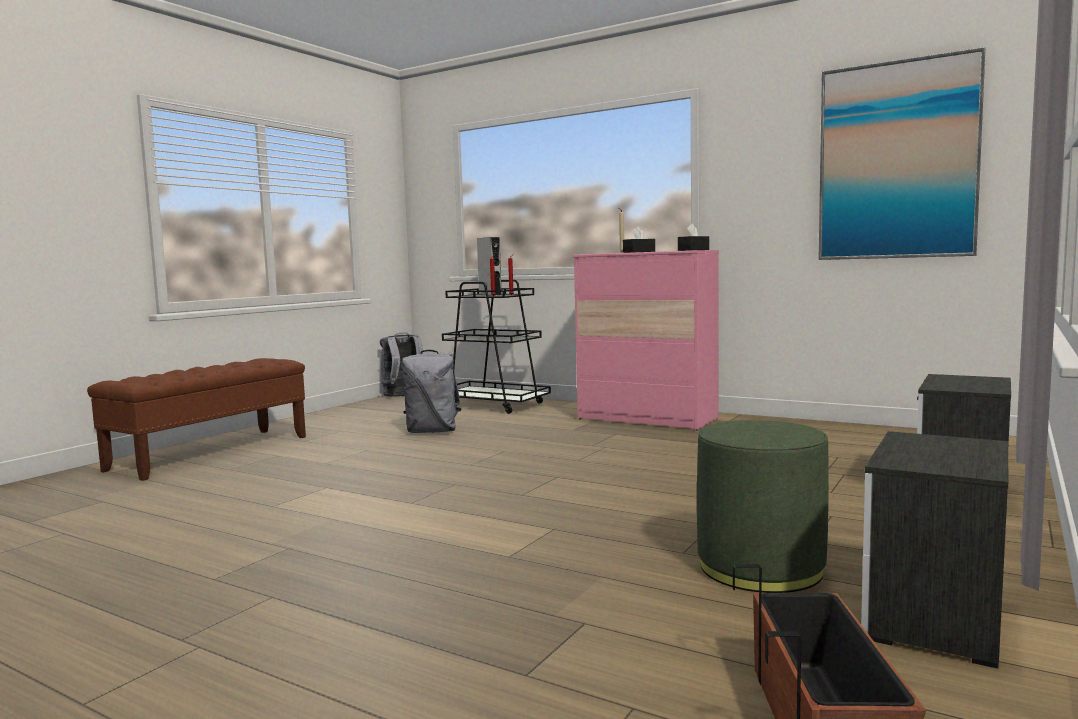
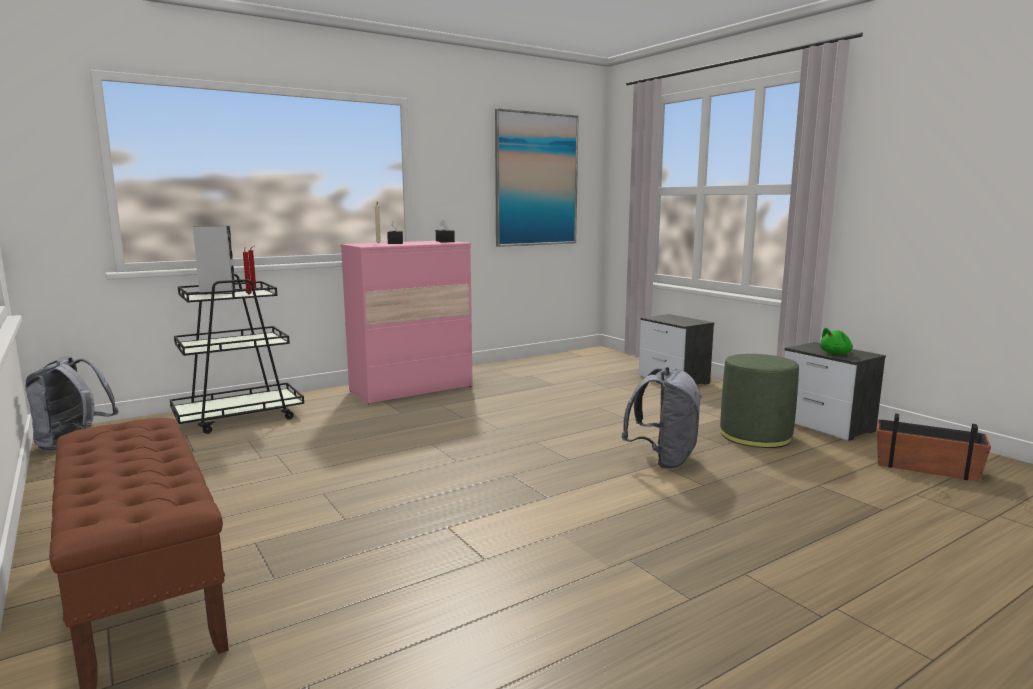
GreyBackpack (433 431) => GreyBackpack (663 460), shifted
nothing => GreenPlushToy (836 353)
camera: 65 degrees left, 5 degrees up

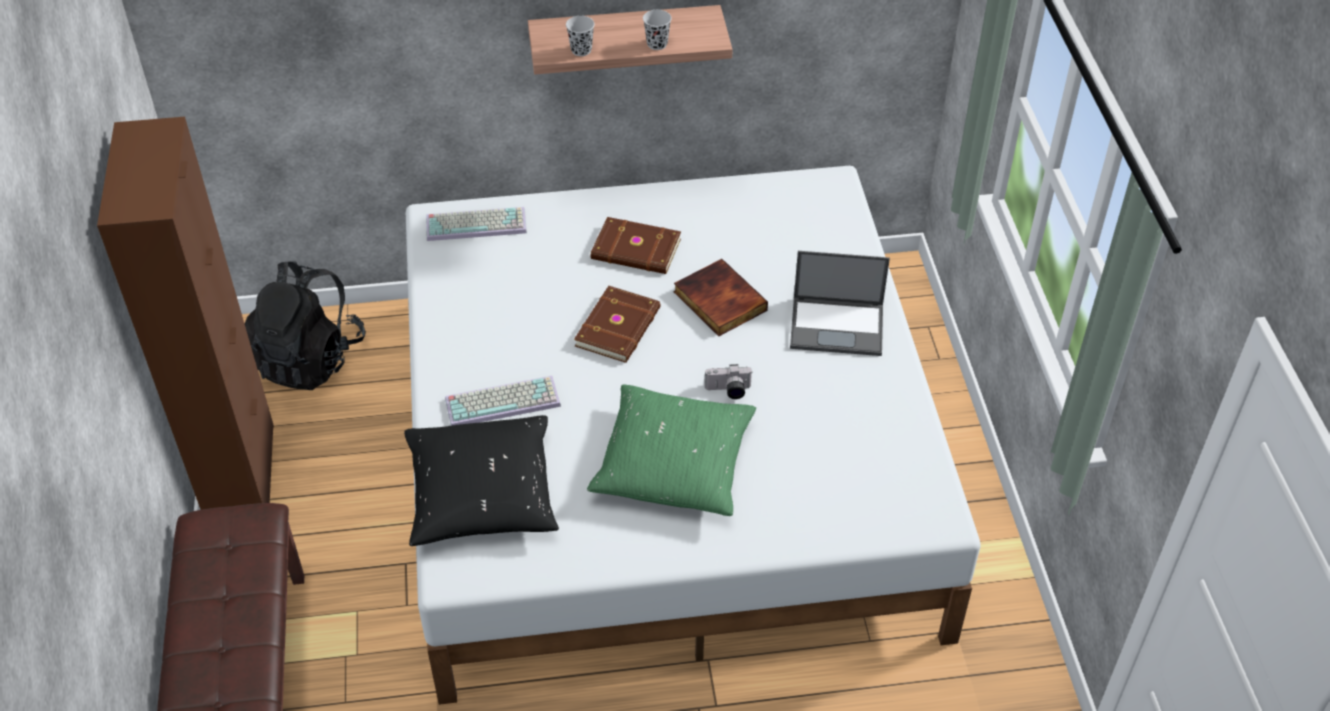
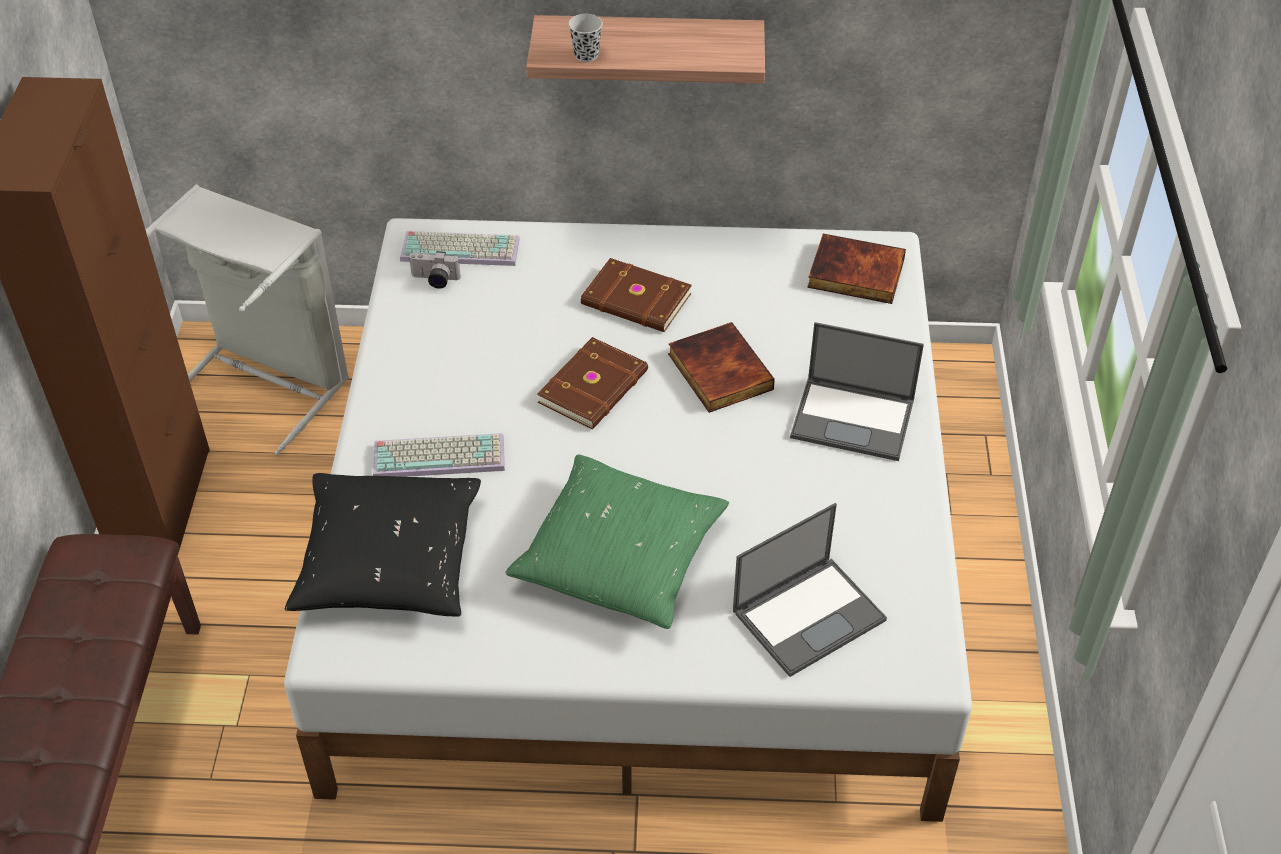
BlackBackpack (309 359) => GreyLaundryBasket (267 381)
PhotoCamera (728 391) => PhotoCamera (434 280), shifted
nothing => Laptop (810 614)
nothing => Book (855 274)
BlackCup (657 44) => nothing
camera: 10 degrees right, 0 degrees up

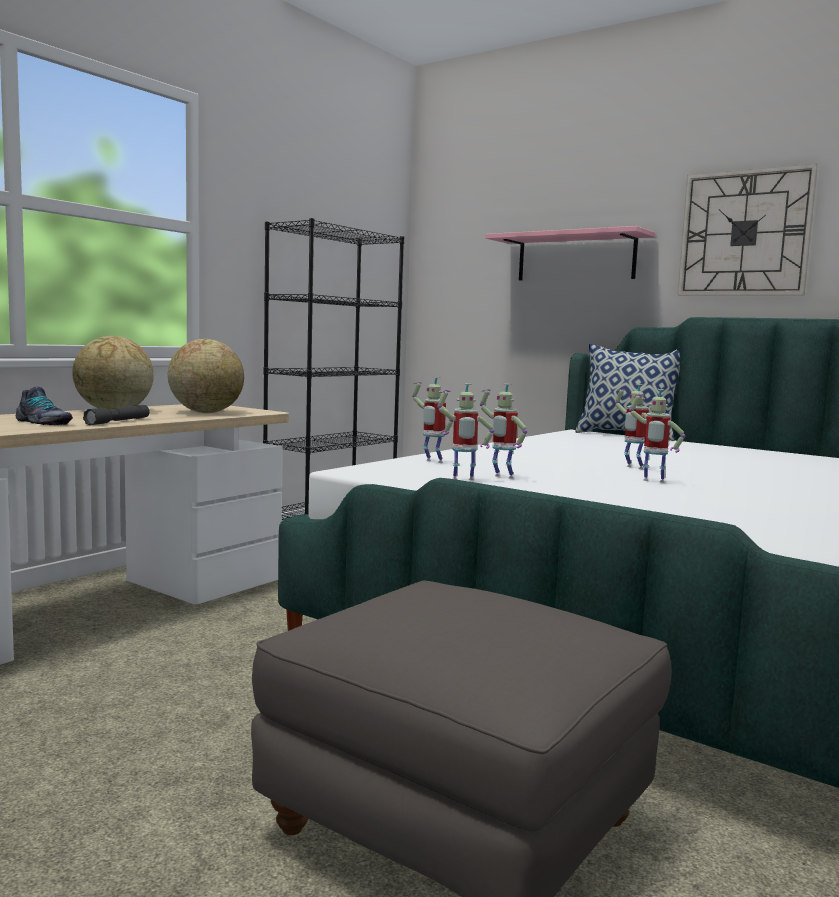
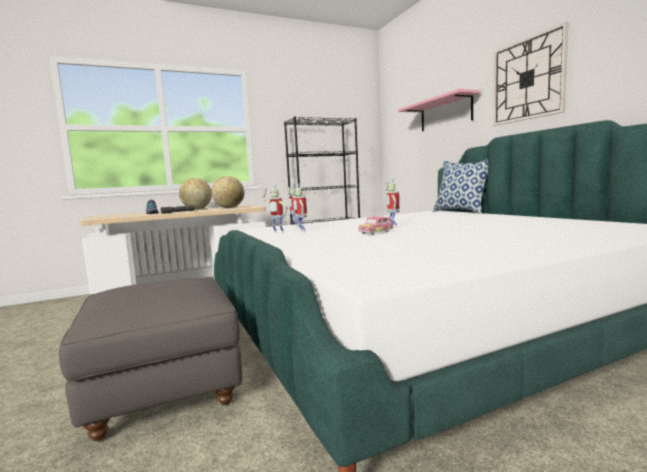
ToyRobot (652 481) => ToyCar (376 233)
camera: 30 degrees right, 0 degrees up

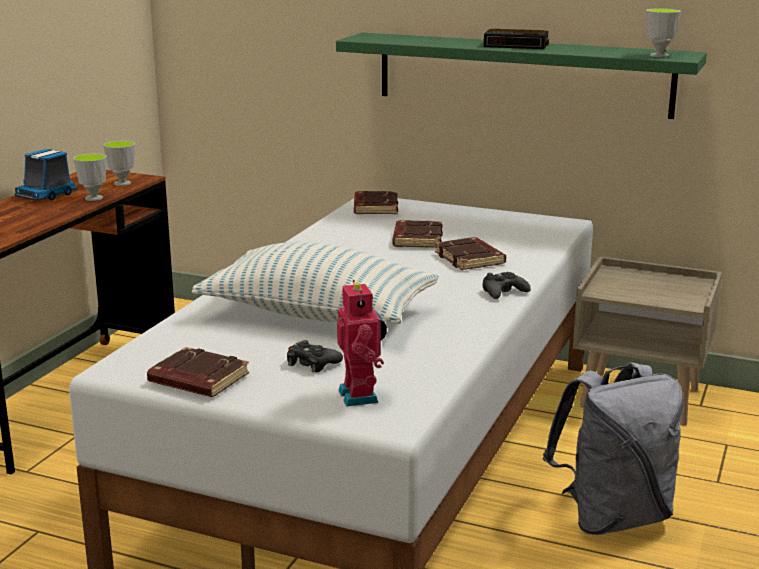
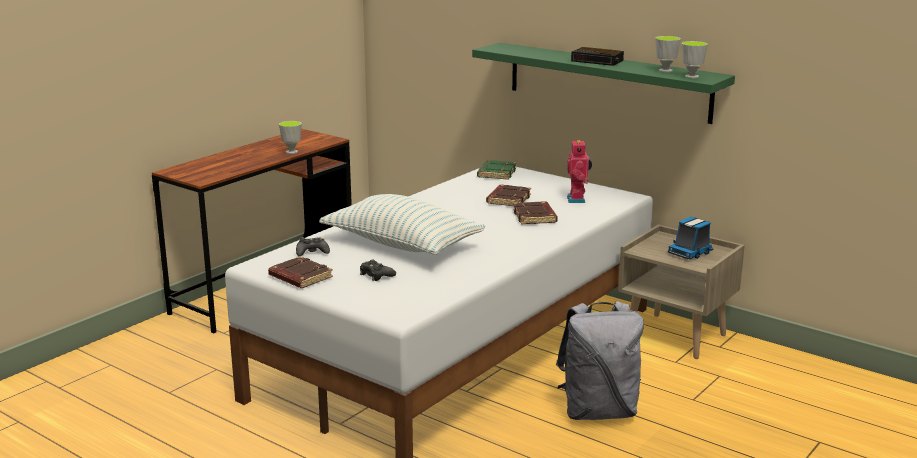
BlackGameController (503 292) => BlackGameController (312 252), shifted
BrownBook (374 208) => GreenBook (496 173)
ToyRobot (361 396) => ToyRobot (578 199), shifted
Cup (122 183) => Cup (665 70), shifted
ToyTruck (47 195) => ToyTruck (690 253), shifted
camera: 15 degrees right, 0 degrees up

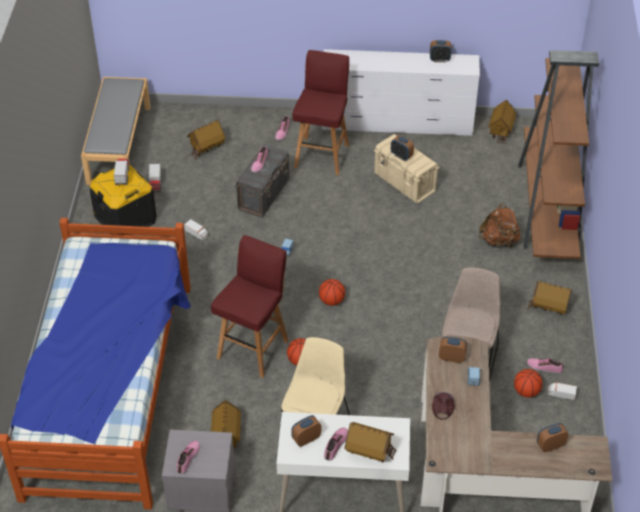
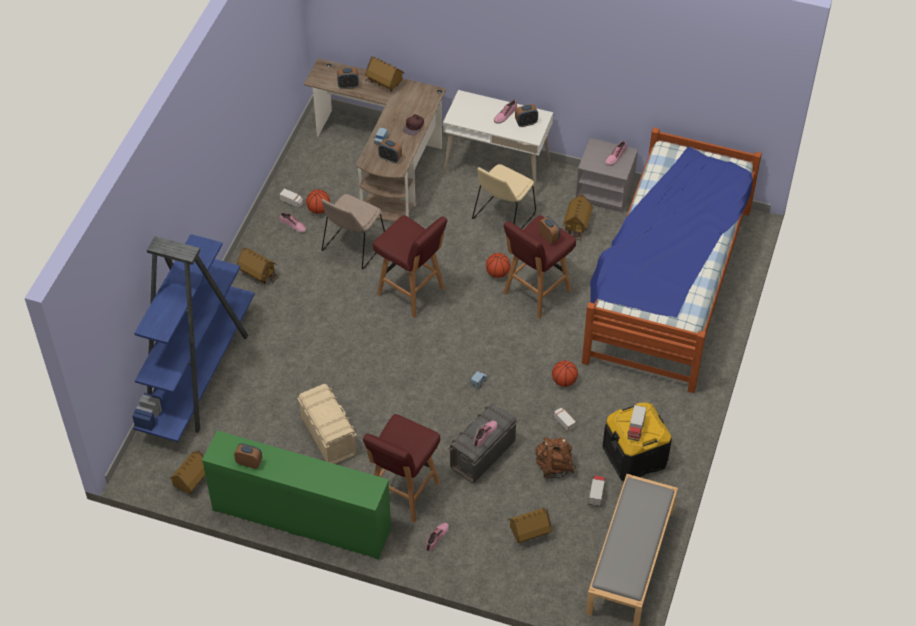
BrownBookcase (548 208) => BlueBookcase (198 374)
WhiteDresser (397 123) => GreenDresser (301 519)
ToyHouse (369 452) => ToyHouse (384 84), shifted
nothing => RedStool (412 292)
BrownBackpack (499 241) => BrownBackpack (554 466), shifted
AlarmClock (401 156) => AlarmClock (548 237), shifted
Basketball (331 301) => Basketball (564 381), shifted
camera: 165 degrees left, 5 degrees up

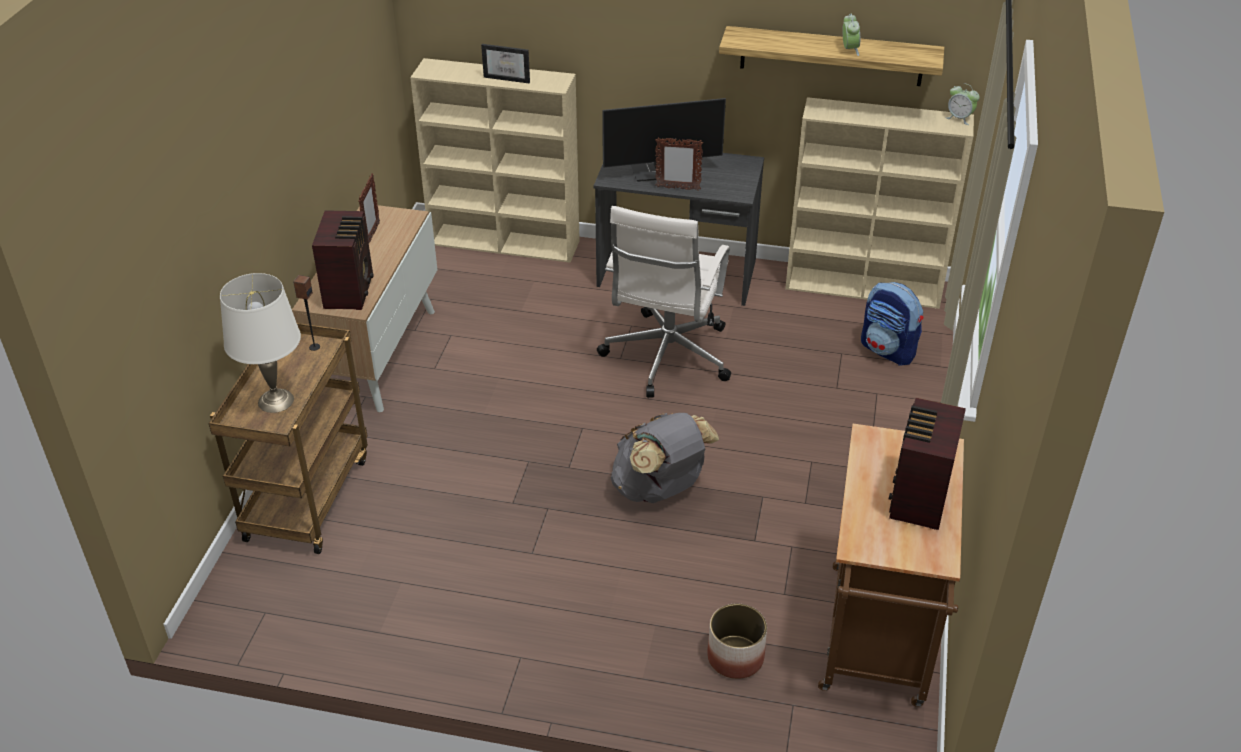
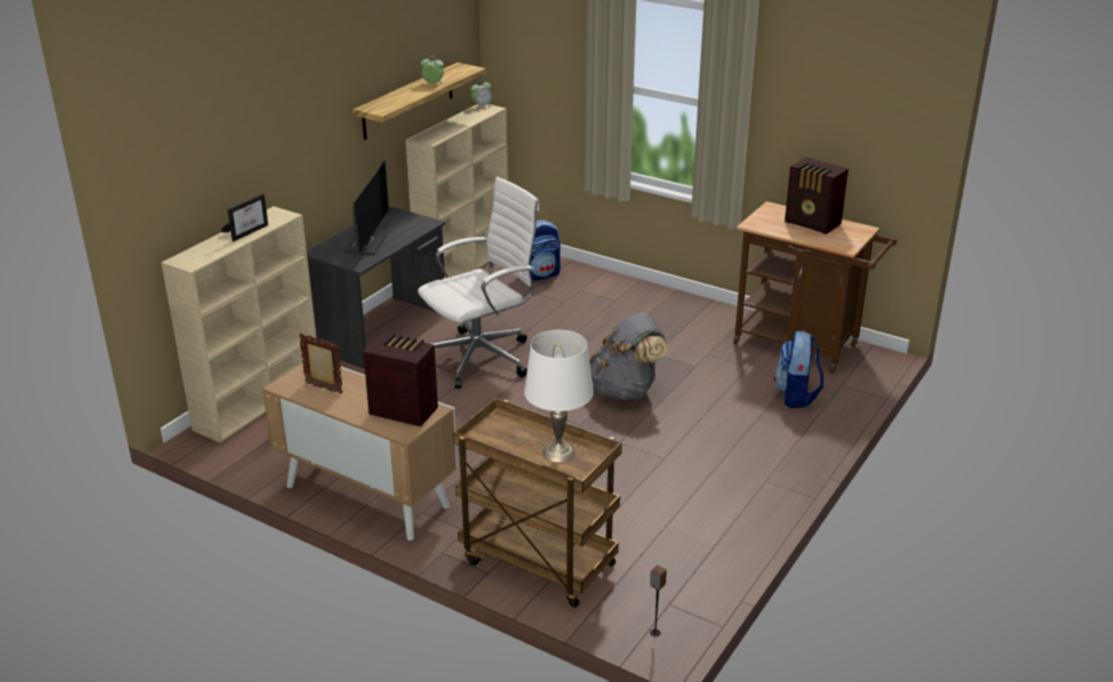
WhiteOfficeChair (666 357) => WhiteOfficeChair (482 357), 75 degrees counterclockwise
Speaker (314 347) => Speaker (655 633), shifted
Planter (735 657) => Backpack (797 396)
PictureFrame (677 188) => nothing
camera: 70 degrees left, 10 degrees down

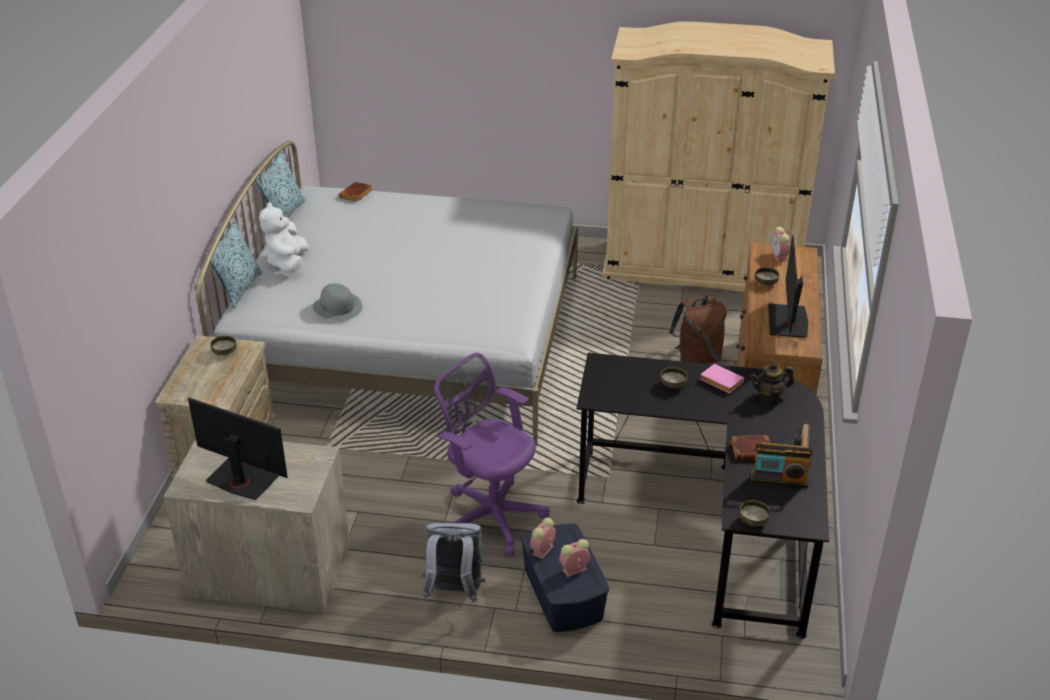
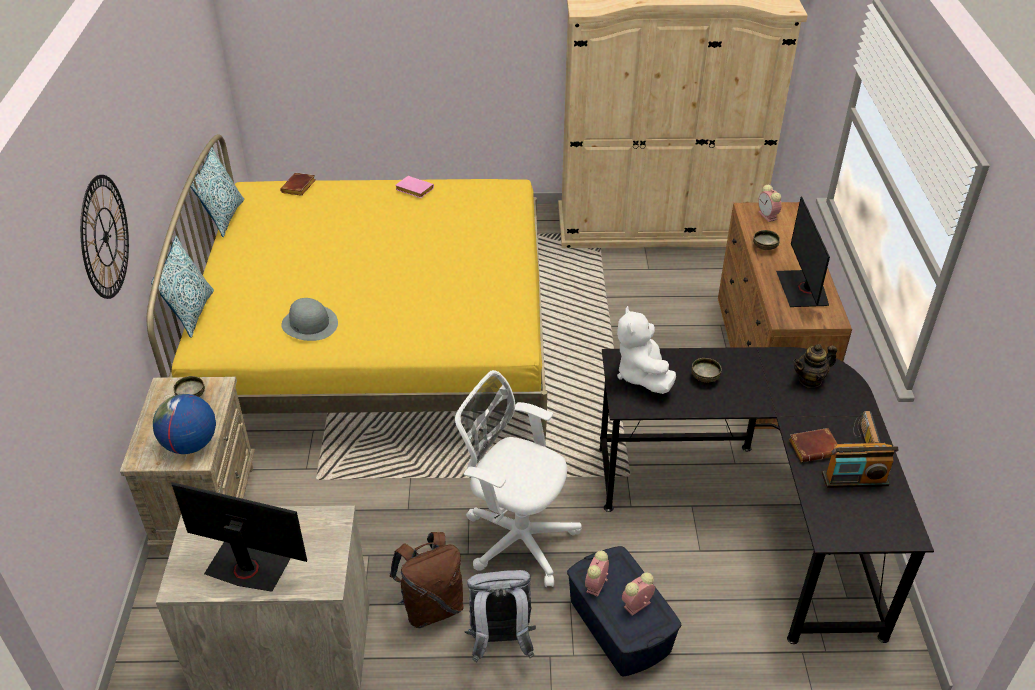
nothing => WallClock (105 237)
WhiteBed (409 341) => YellowBed (378 340)
nothing => Globe (190 444)
BrownBackpack (697 359) => BrownBackpack (431 606), shifted
PinkBook (719 381) => PinkBook (413 190), shifted
PurpleOfficeChair (491 513) => WhiteOfficeChair (516 537)
WhitePlushToy (288 263) => WhitePlushToy (642 375), shifted
Bowl (752 521) => nothing
camera: 10 degrees left, 5 degrees up

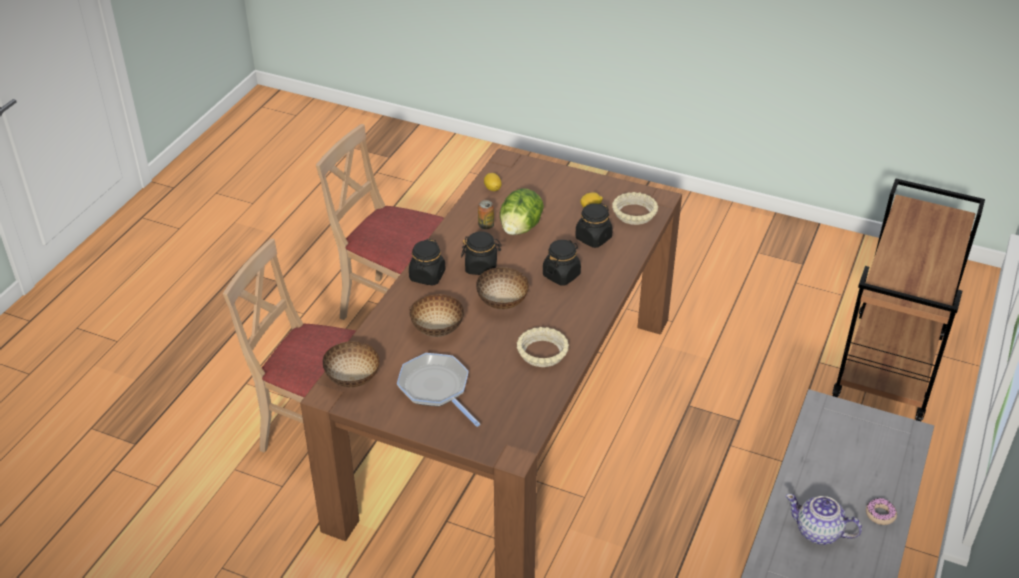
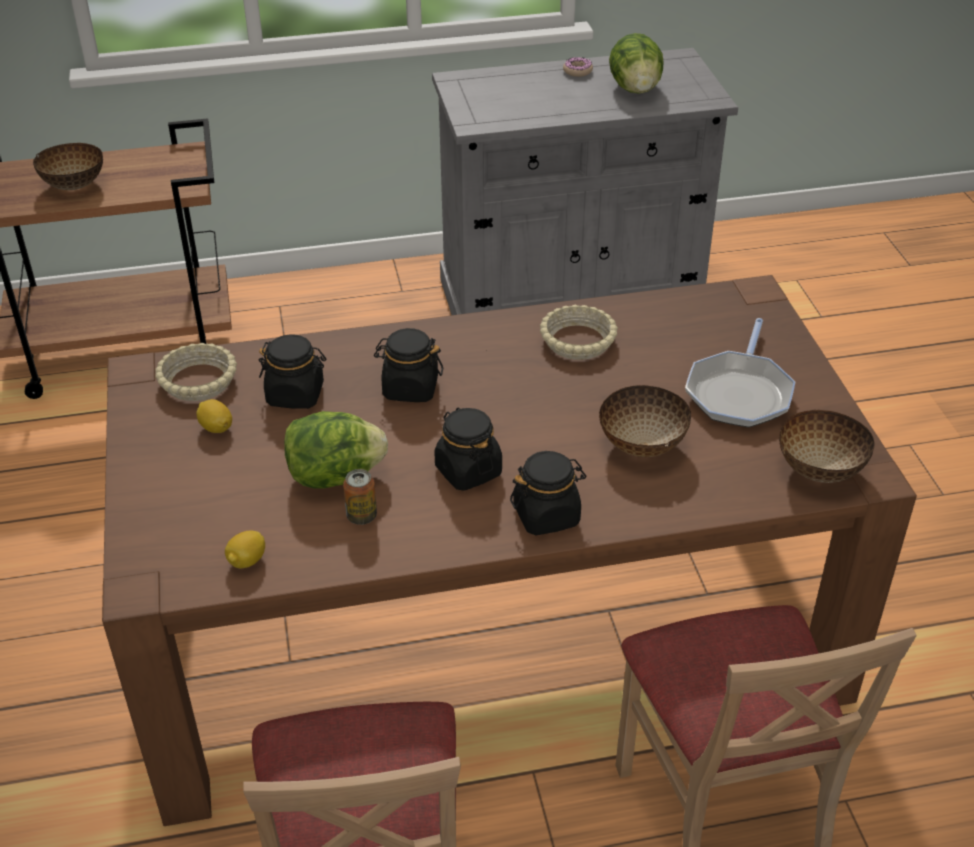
Bowl (502 303) => Bowl (75 185), shifted
Teapot (819 532) => Lettuce (635 89)
camera: 125 degrees left, 0 degrees up

